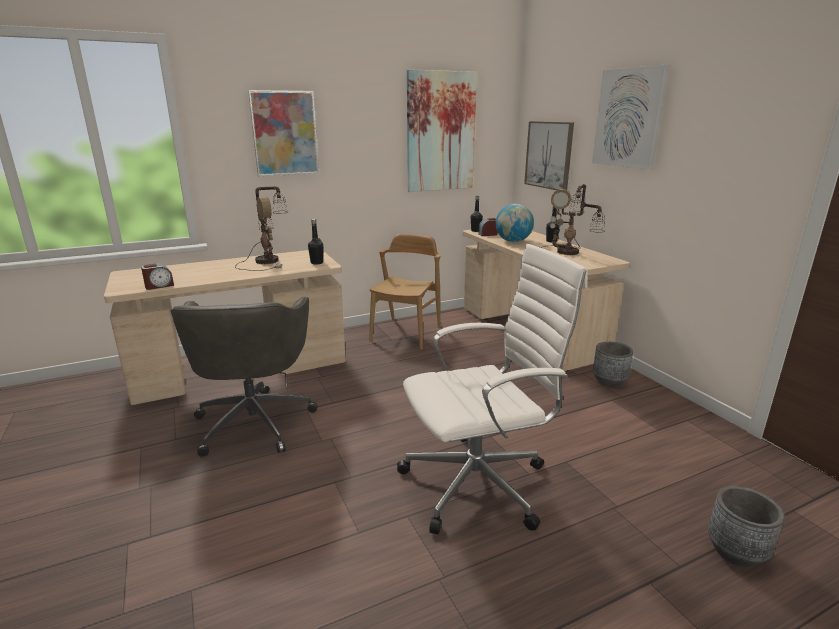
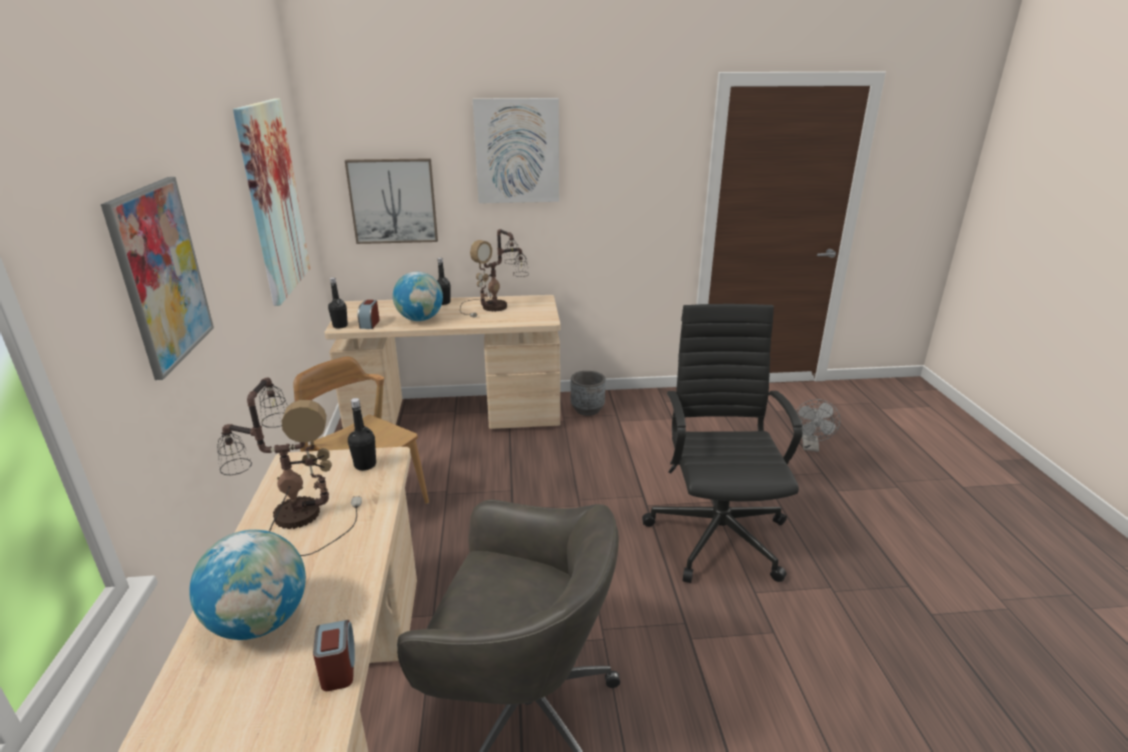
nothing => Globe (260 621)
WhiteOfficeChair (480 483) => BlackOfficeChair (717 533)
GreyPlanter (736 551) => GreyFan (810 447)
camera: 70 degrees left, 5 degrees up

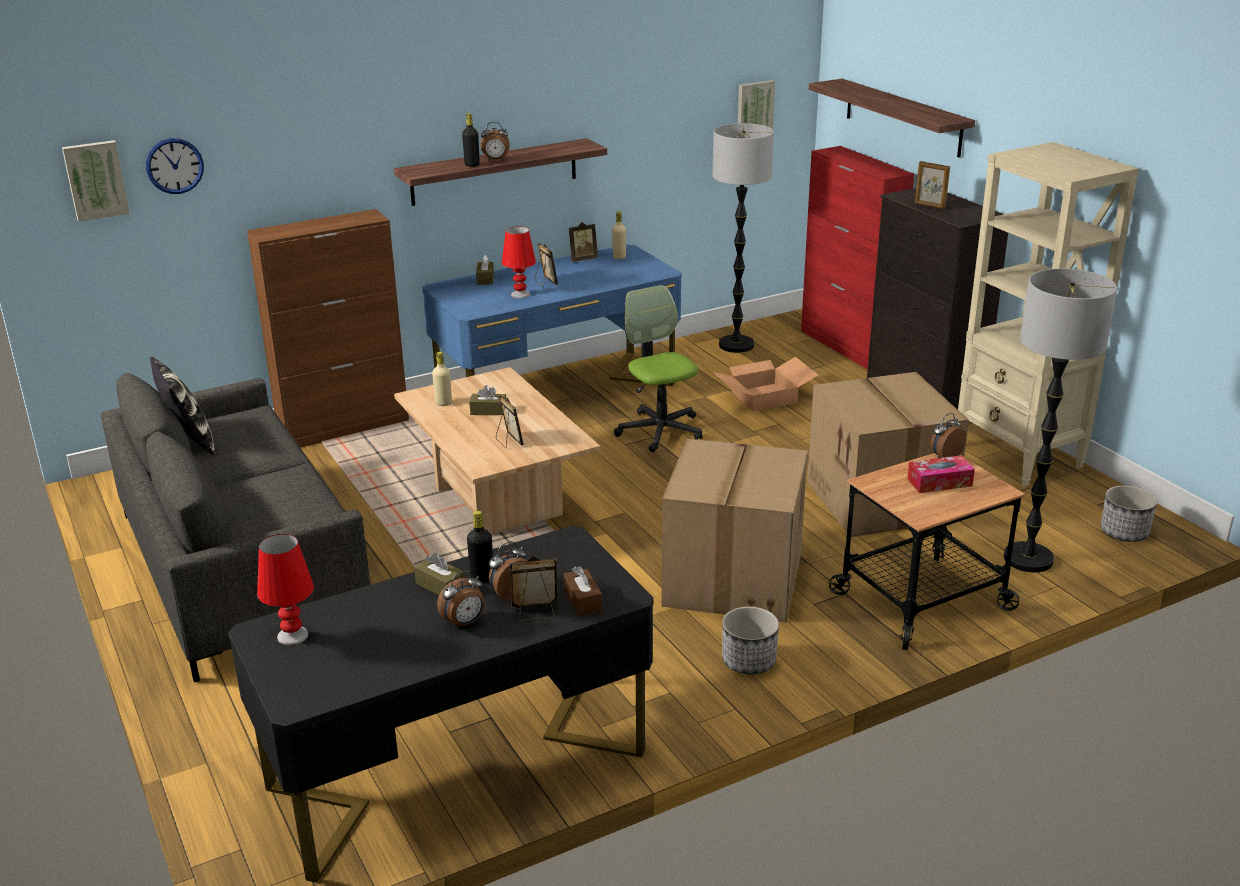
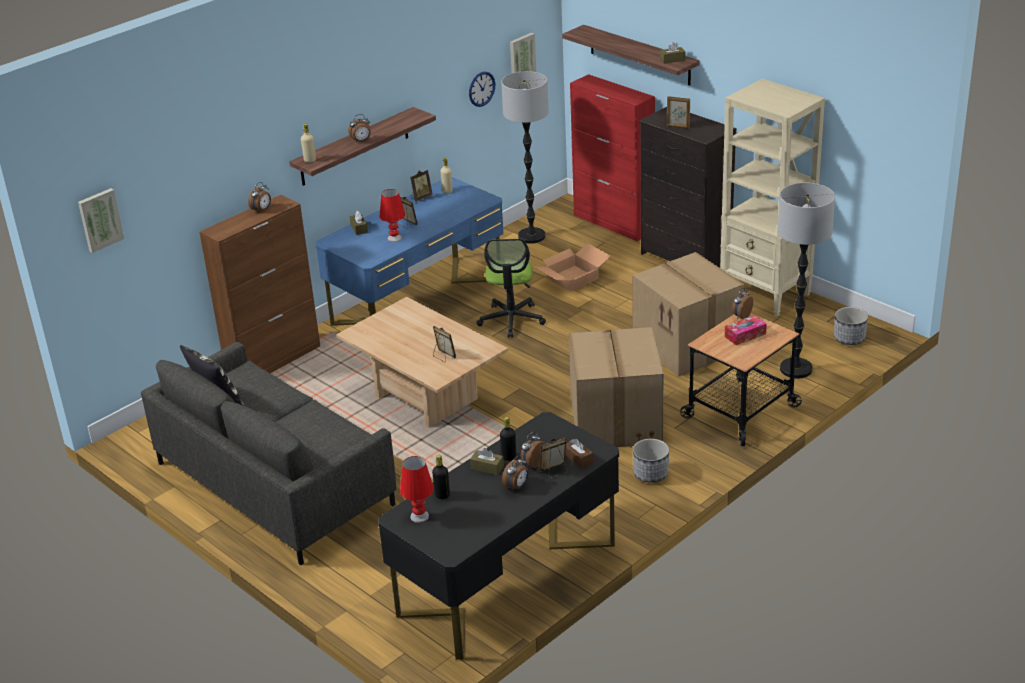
nothing => AlarmClock (262 210)
BeigeBottle (443 403) => BeigeBottle (310 160), shifted
BlackBottle (472 165) => BlackBottle (442 495), shifted
WallClock (174 166) => WallClock (481 89), shifted
OfficeChair (660 430) => OfficeChair (511 320), 135 degrees counterclockwise
BrownTissueBox (488 411) => BrownTissueBox (672 60), shifted
camera: 15 degrees left, 5 degrees up

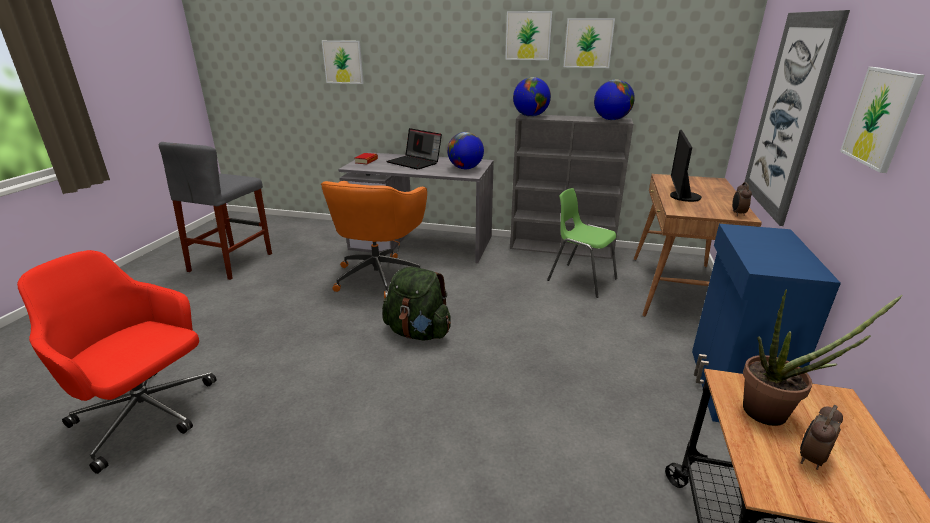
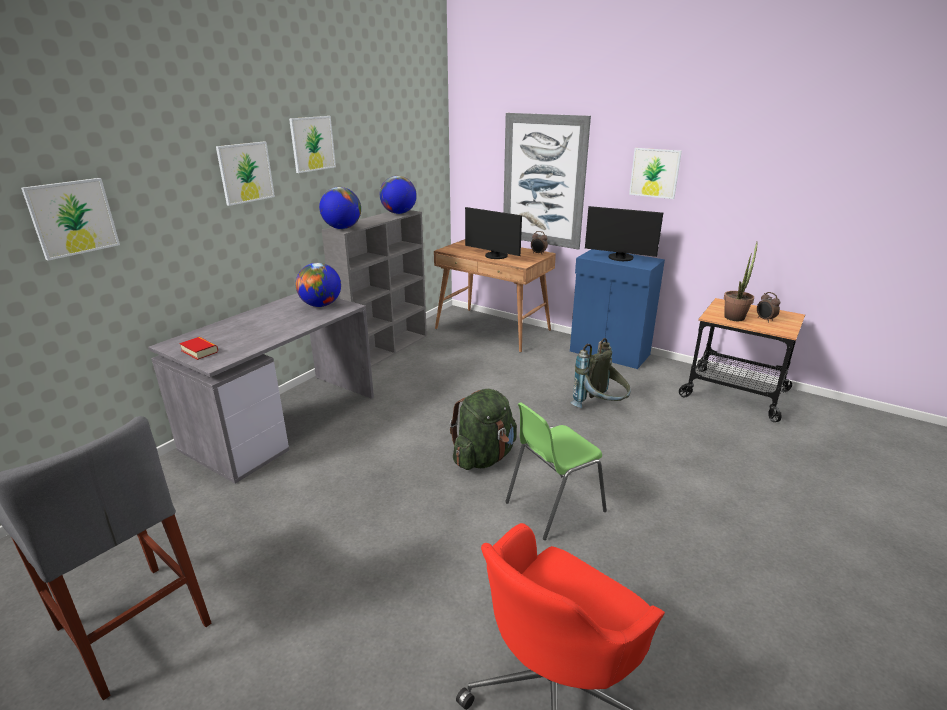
Picture (588 43) => Picture (245 172), shifted
GreenChair (581 279) => GreenChair (553 506), shifted
nothing => GreyBackpack (601 408)
nothing => Monitor (620 258)
OrangeOfficeChair (379 275) => nothing
Laptop (415 162) => nothing
camera: 70 degrees left, 0 degrees up

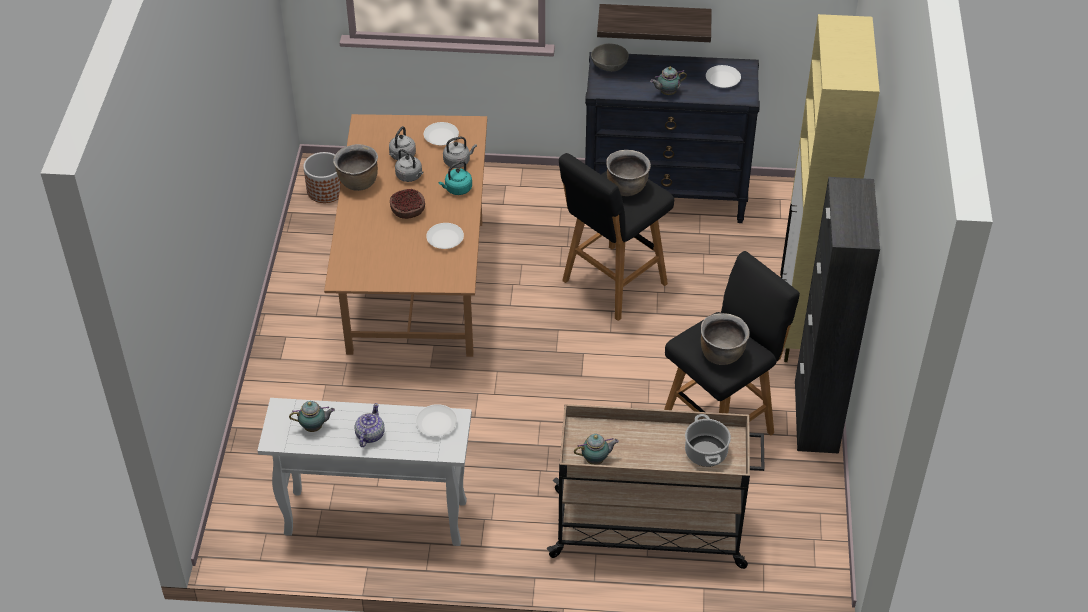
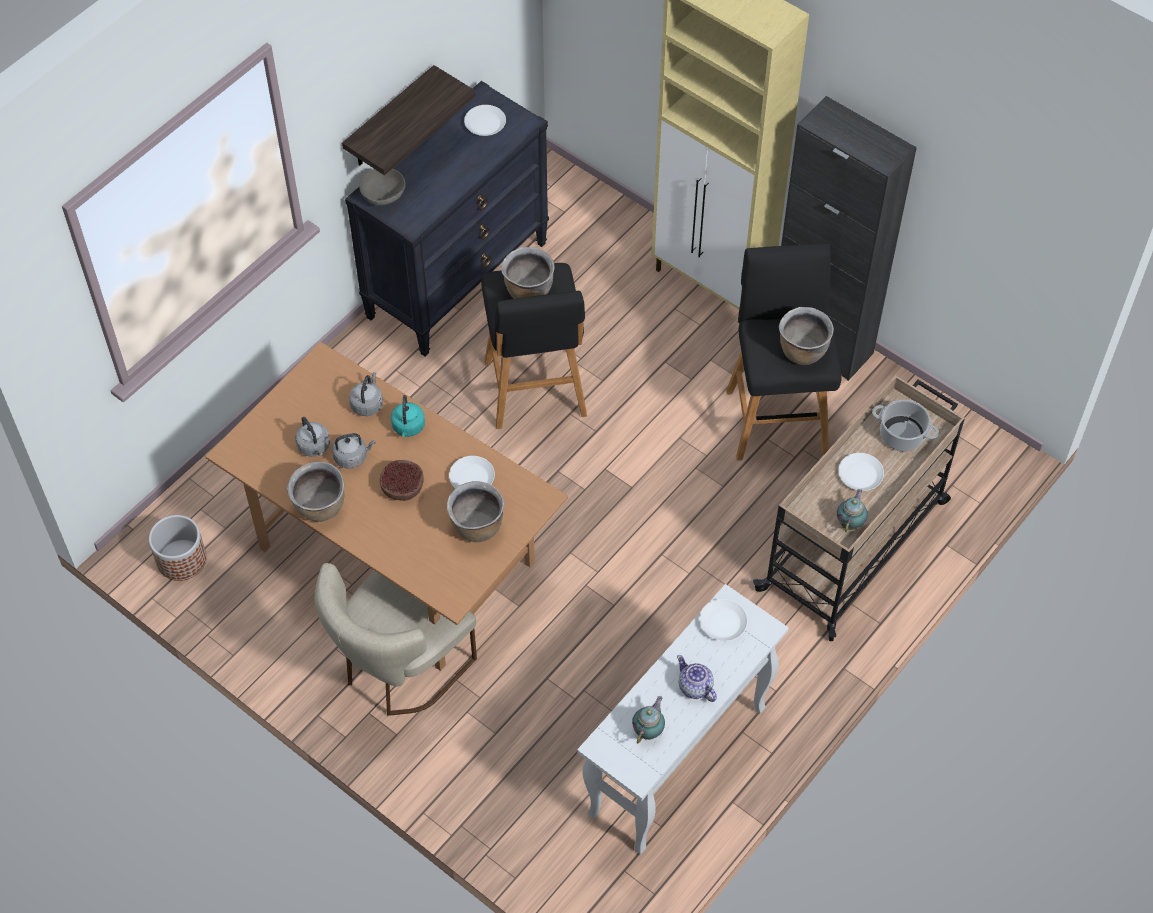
nothing => BeigeChair (399 668)
nothing => BrownCookingPot (476 526)
WhitePlate (440 137) => WhitePlate (860 475), shifted
Teapot (667 93) => nothing
camera: 55 degrees left, 10 degrees up

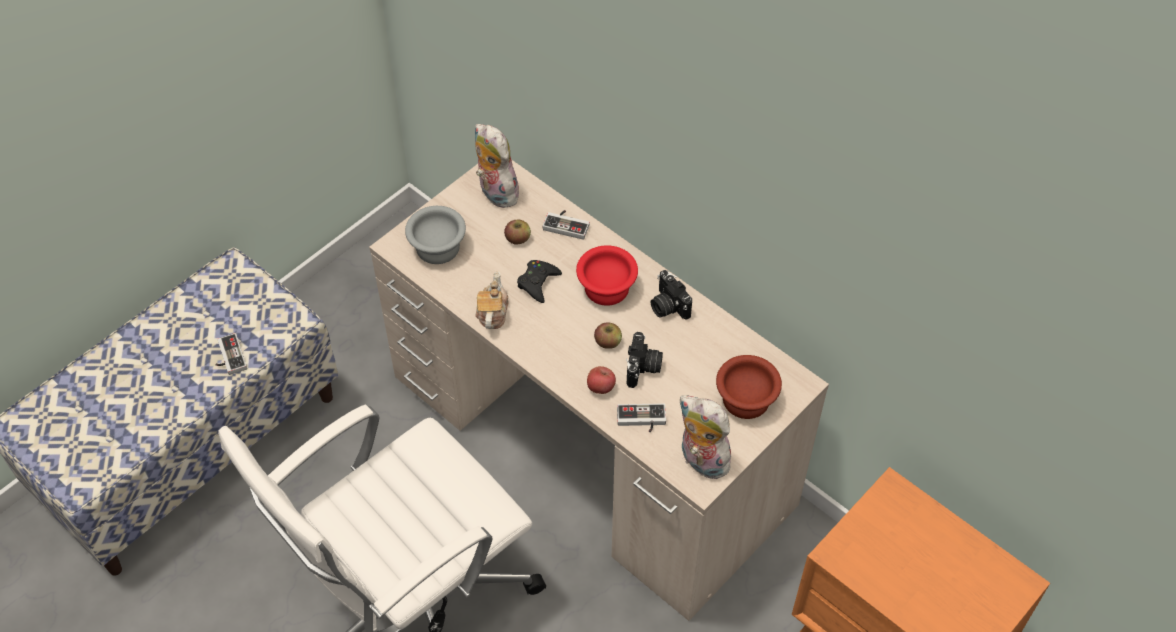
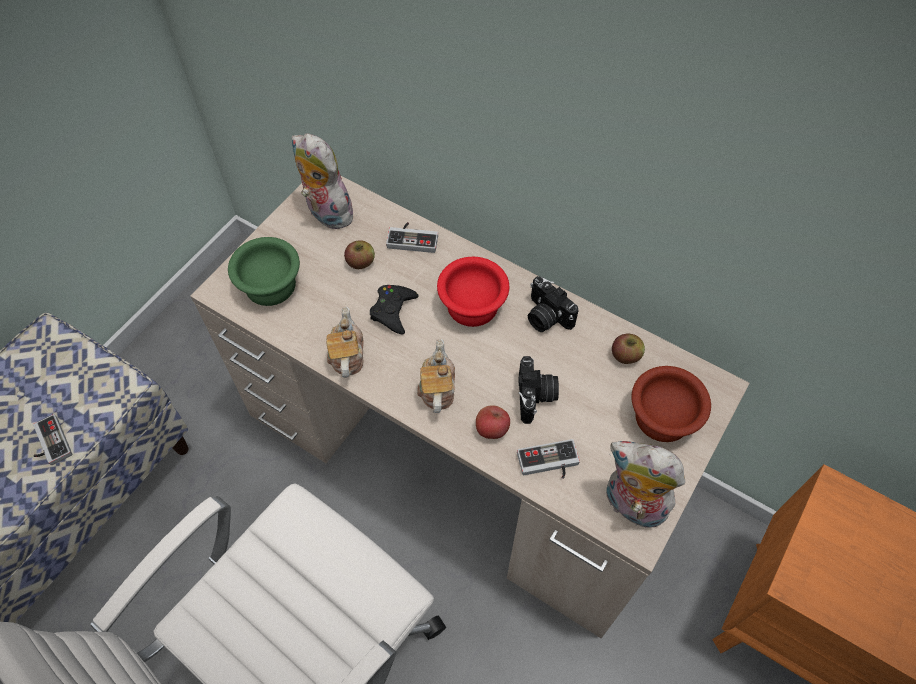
GreyBowl (436 246) => GreenBowl (268 284)
nothing => Teapot (437 388)
Apple (608 342) => Apple (625 355), shifted
camera: 10 degrees left, 5 degrees up

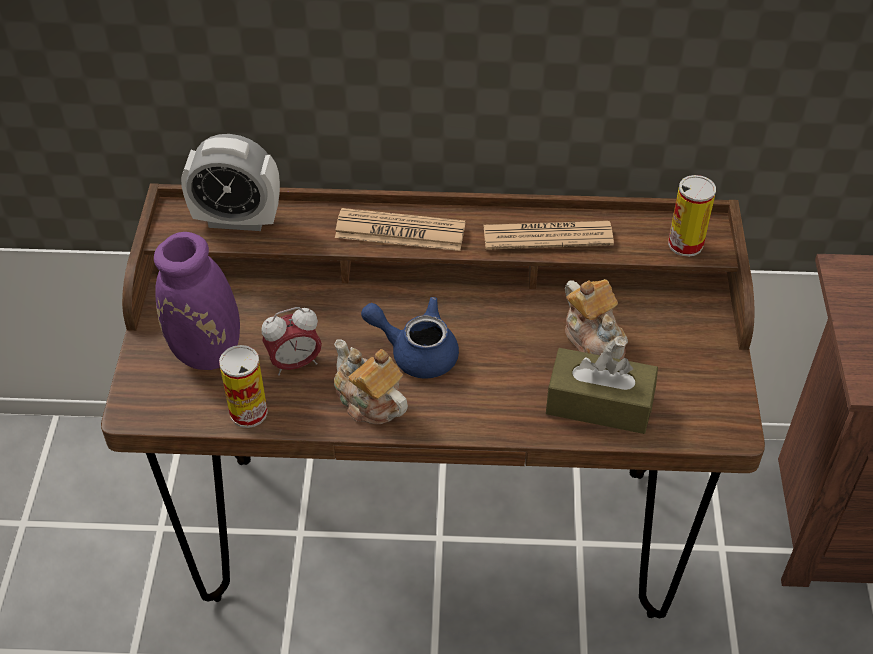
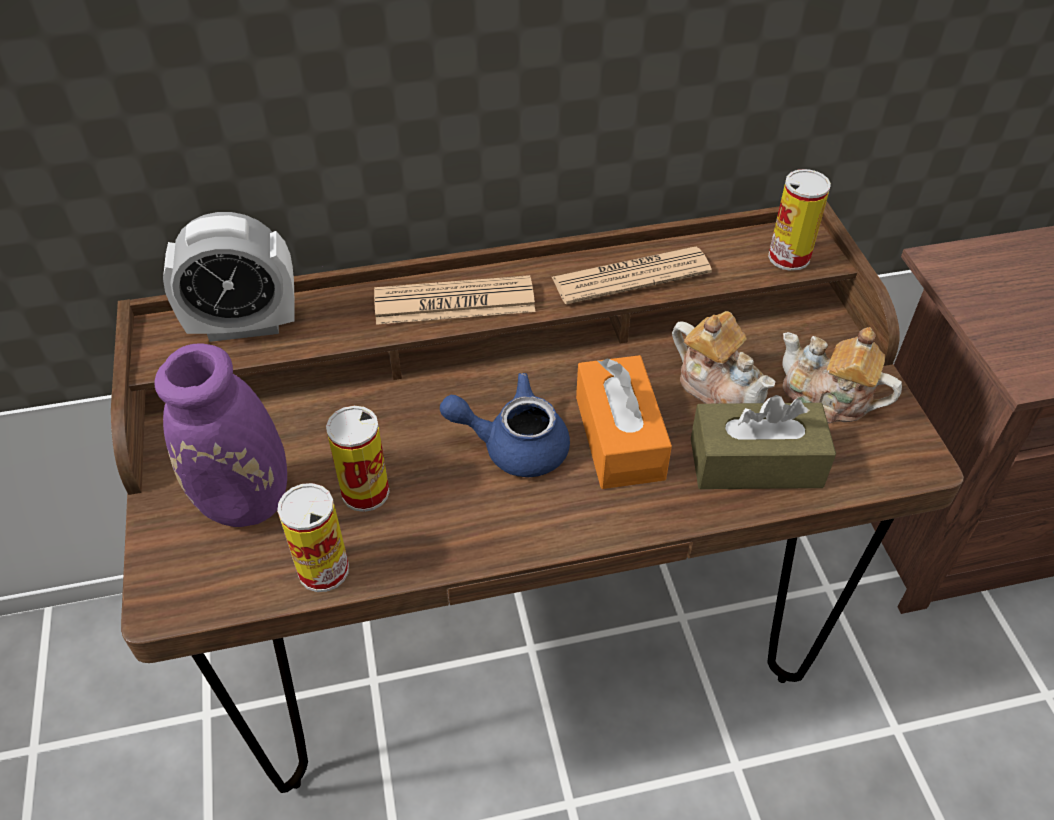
AlarmClock (295 363) => Can (365 492)
nothing => OrangeTissueBox (619 437)
Teapot (368 401) => Teapot (827 399), shifted
camera: 15 degrees left, 0 degrees up

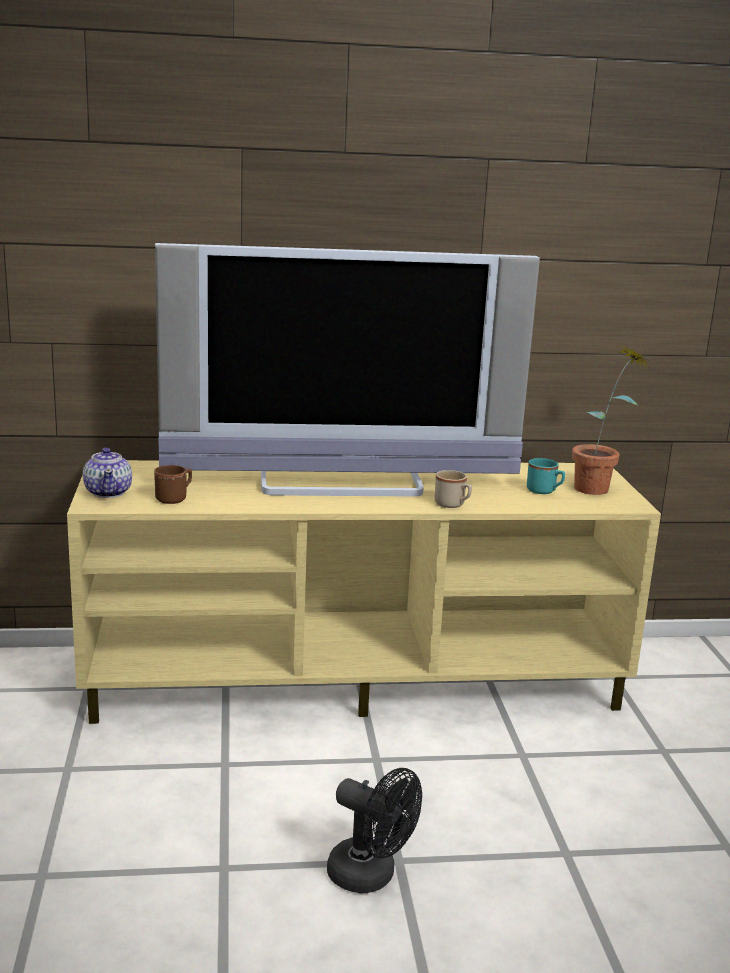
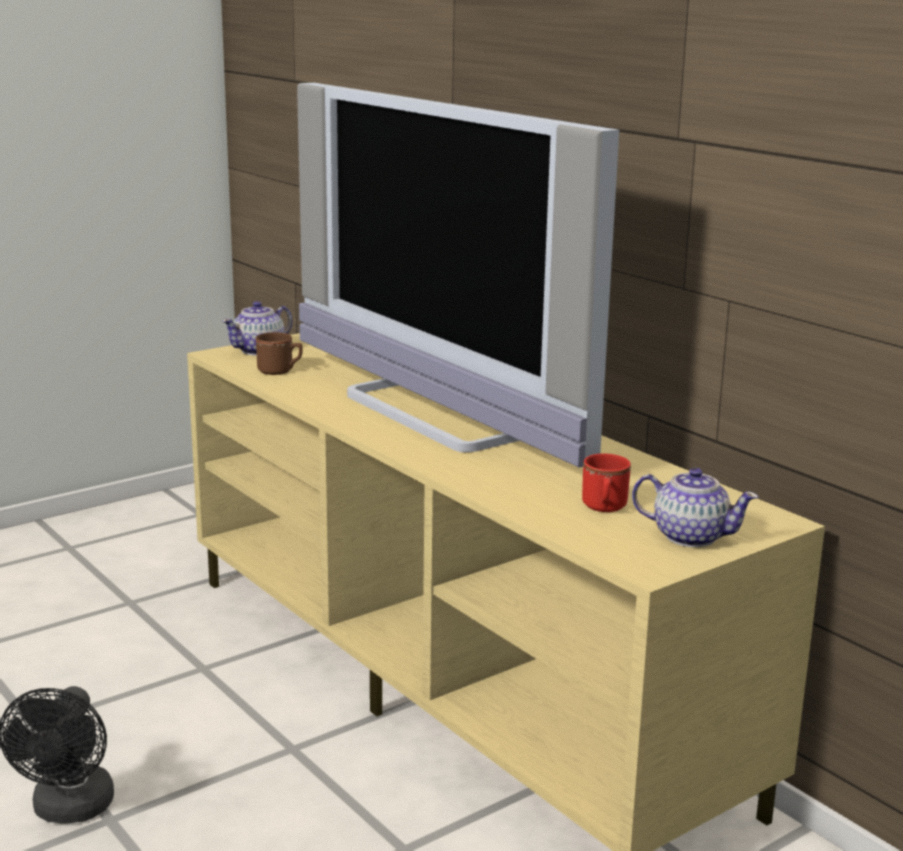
TurquoiseMug (544 491) => RedMug (604 507)
PottedPlant (599 487) => Teapot (689 536)
BeigeMug (453 505) => nothing
camera: 60 degrees right, 0 degrees up

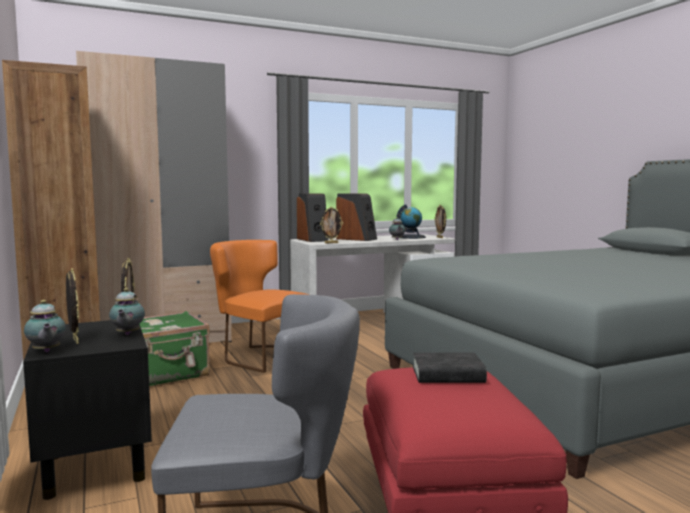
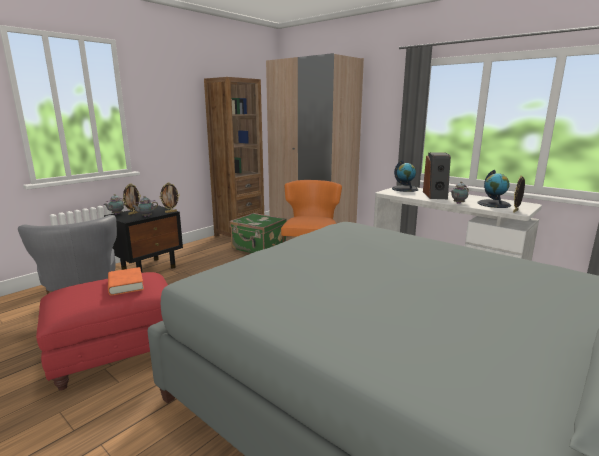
BlackBook (447 375) => OrangeBook (125 285)
Speaker (313 240) => Globe (405 189)
PictureFrame (331 243) => nothing
camera: 65 degrees right, 10 degrees up

